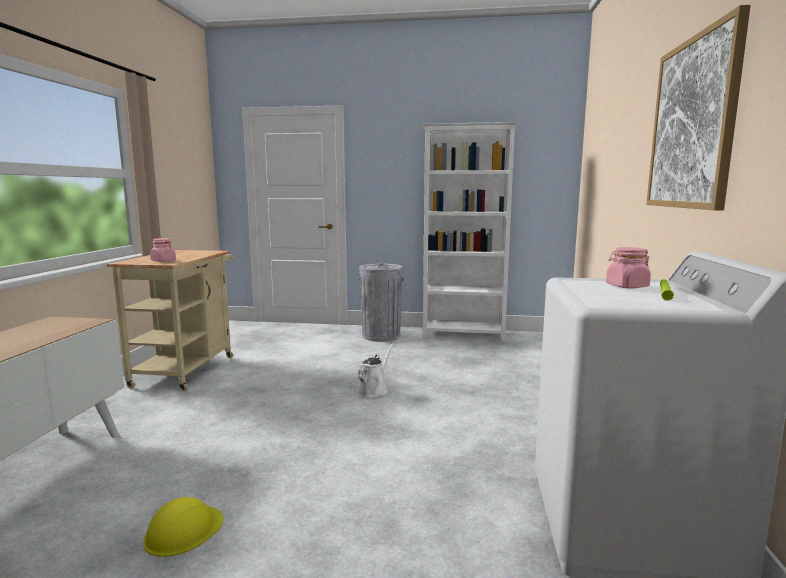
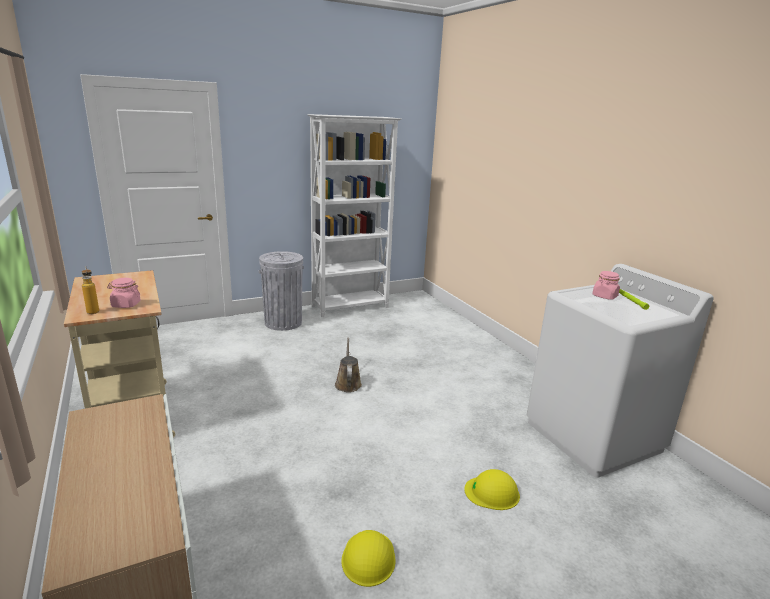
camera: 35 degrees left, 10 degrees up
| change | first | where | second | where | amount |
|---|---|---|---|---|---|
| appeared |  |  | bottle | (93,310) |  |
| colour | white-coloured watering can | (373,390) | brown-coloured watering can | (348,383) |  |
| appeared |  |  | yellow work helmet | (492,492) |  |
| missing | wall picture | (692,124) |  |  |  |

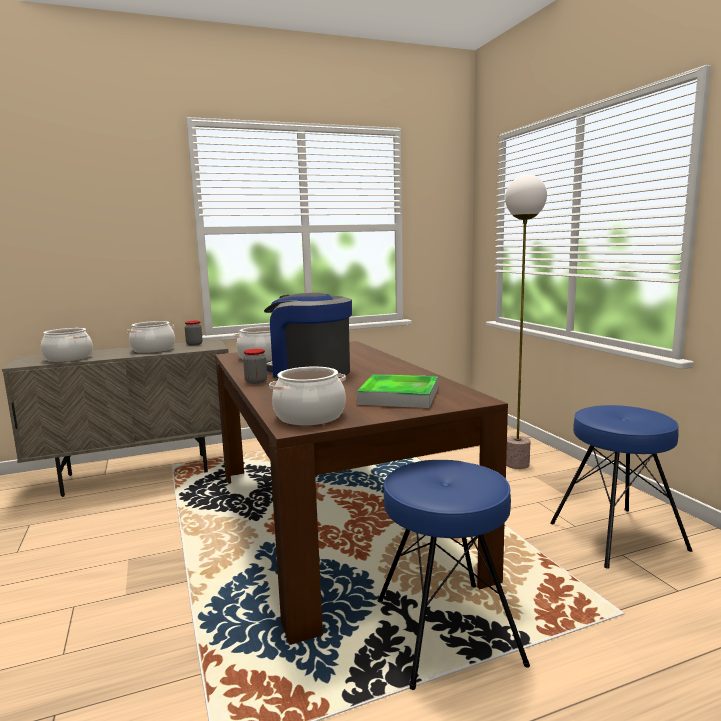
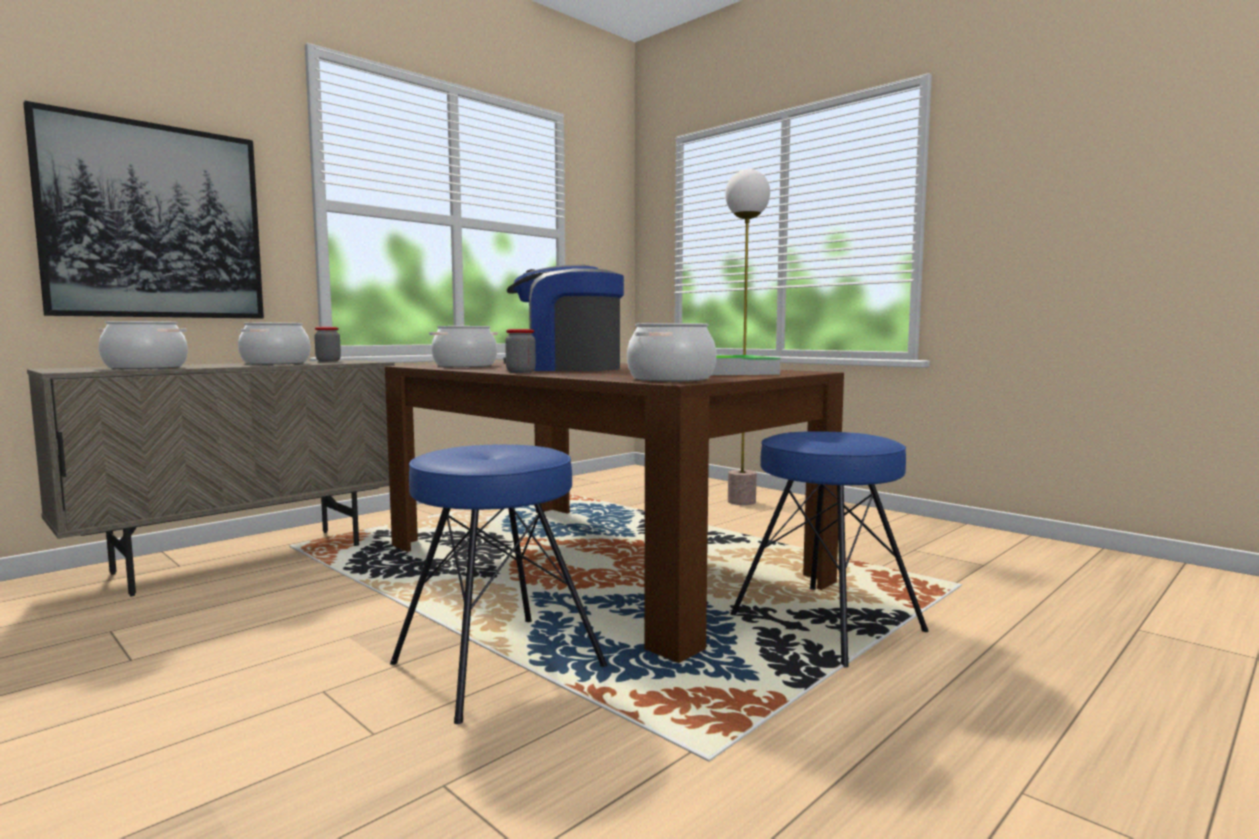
camera: 25 degrees left, 5 degrees down
| change | first | where | second | where | amount |
|---|---|---|---|---|---|
| appeared |  |  | wall picture | (154,222) |  |
| relocated | bluish sitting stool | (616,535) |  | (497,665) |  |

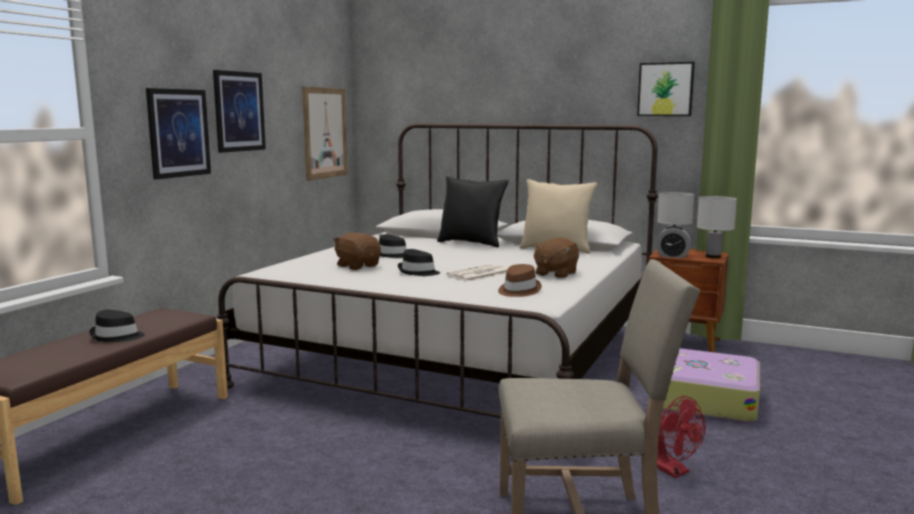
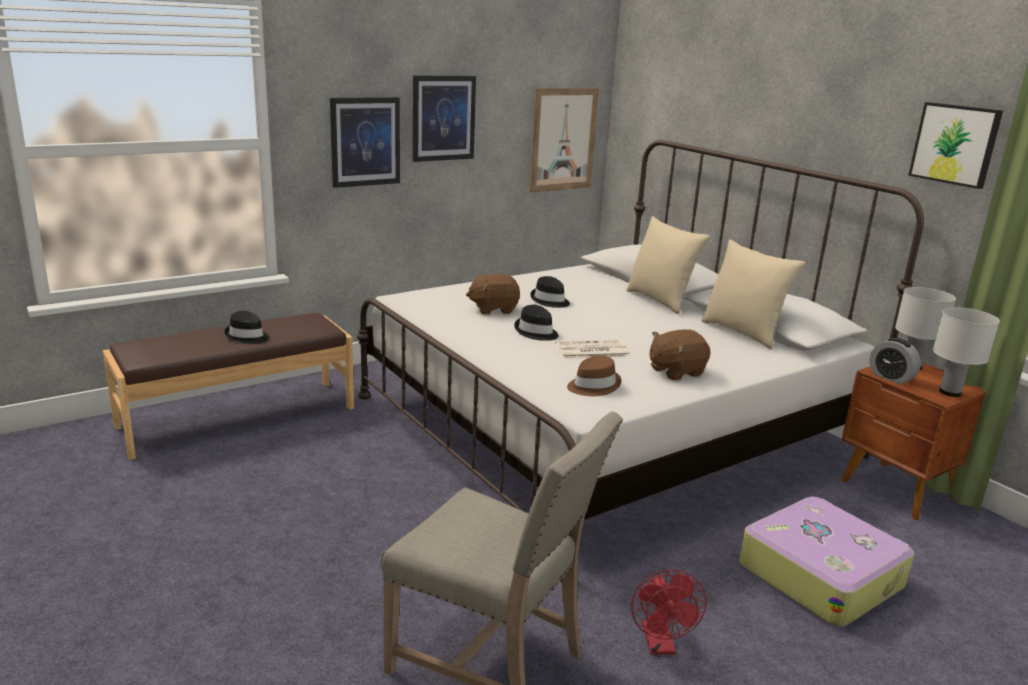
camera: 30 degrees right, 10 degrees up
| change | first | where | second | where | amount |
|---|---|---|---|---|---|
| spun | brown-coloured soft toy | (358,266) |  | (493,309) | 90 degrees counterclockwise |
| colour | black-coloured throw pillow | (471,243) | beige throw pillow | (660,301) |  |

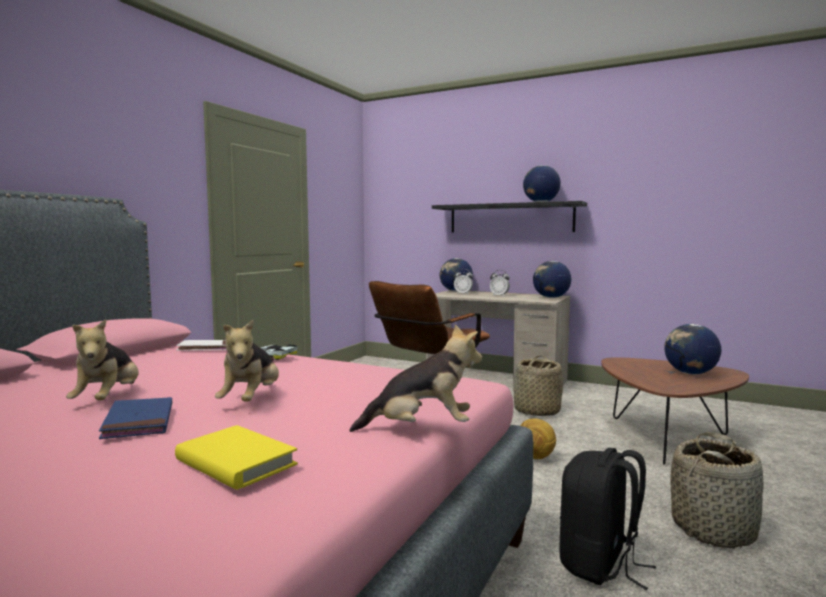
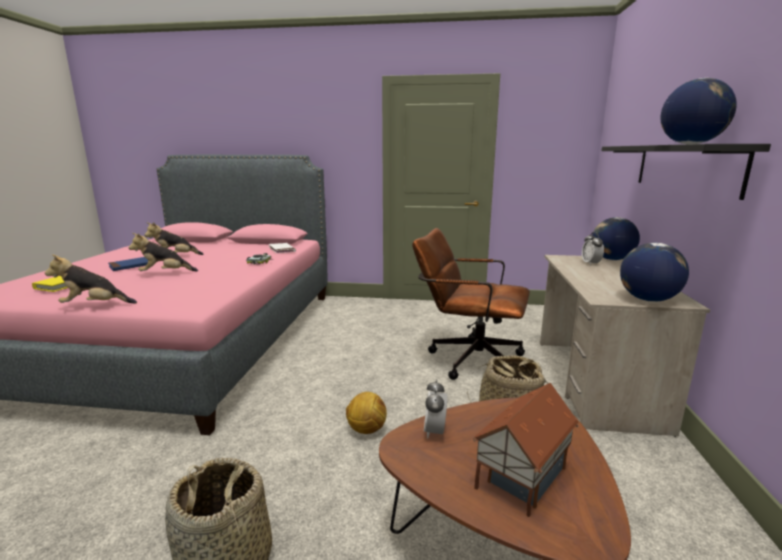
camera: 70 degrees right, 10 degrees up
| change | first | where | second | where | amount |
|---|---|---|---|---|---|
| spun | soft toy | (421,429) |  | (94,305) | 105 degrees clockwise |
| relocated | table clock | (499,296) |  | (434,431) |  |
| exchanged | globe | (690,373) | toy house | (520,477) |  |
| missing | black-coloured backpack | (600,564) |  |  |  |

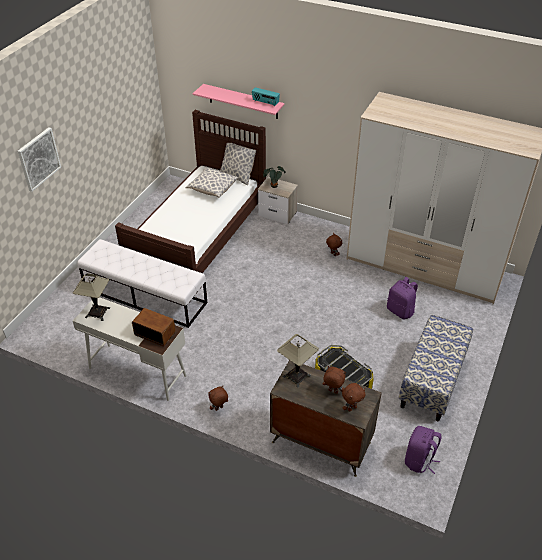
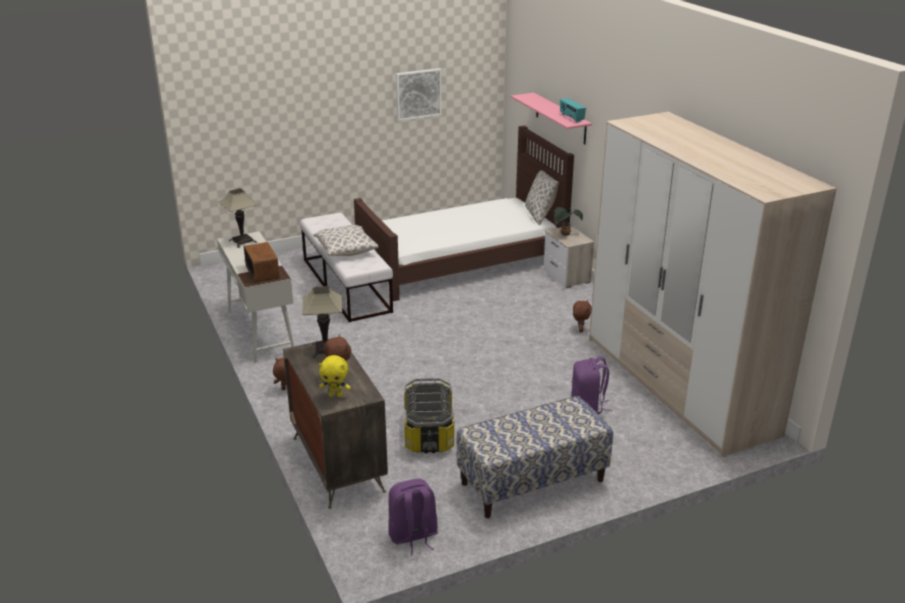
camera: 40 degrees right, 15 degrees down
| change | first | where | second | where | amount |
|---|---|---|---|---|---|
| relocated | throw pillow | (212,189) |  | (346,250) |  |
| colour | brown-coloured soft toy | (351,408) | yellow soft toy | (335,395) |  |
| relocated | wall picture | (38,159) |  | (418,94) |  |

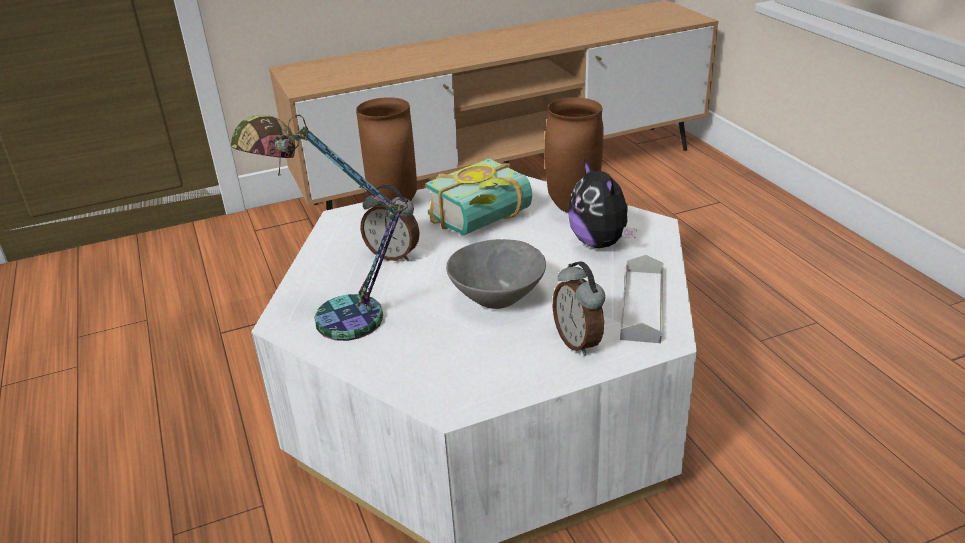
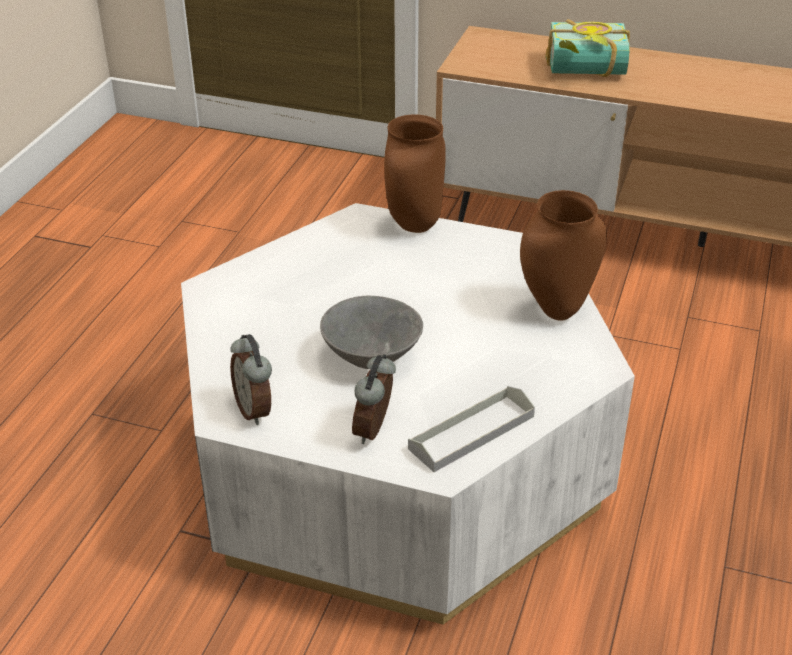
camera: 40 degrees right, 5 degrees up
| change | first | where | second | where | amount |
|---|---|---|---|---|---|
| relocated | table clock | (393,255) |  | (255,410) |  |
| relocated | bound book | (486,221) |  | (586,72) |  |
| missing | tabletop lamp | (334,313) |  |  |  |
| missing | soft toy | (600,242) |  |  |  |

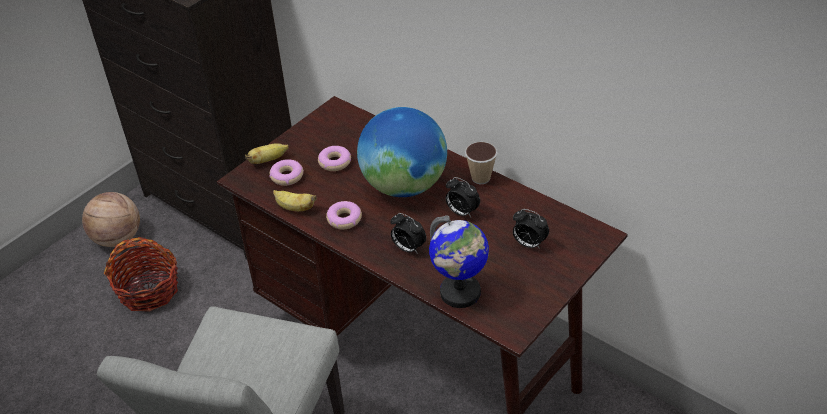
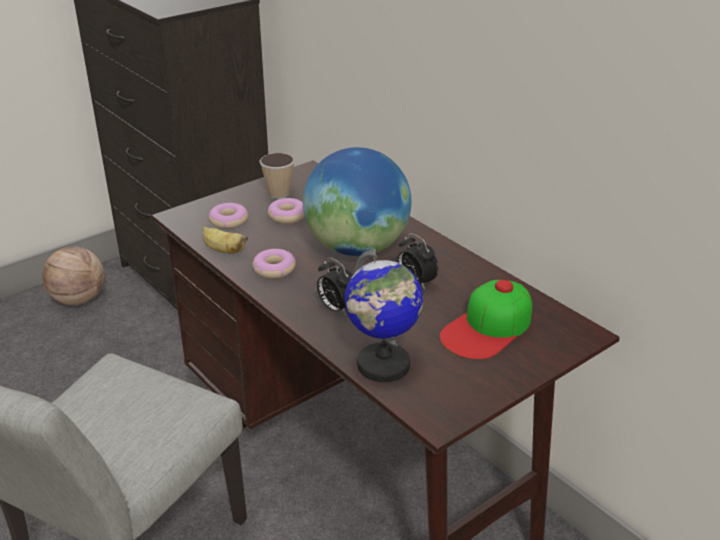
camera: 10 degrees right, 10 degrees down
| change | first | where | second | where | amount |
|---|---|---|---|---|---|
| relocated | drinking cup | (481,178) |  | (279,194) |  |
| exchanged | table clock | (528,244) | baseball cap | (487,327) |  |
| missing | household basket | (149,290) |  |  |  |
| missing | banana | (268,160) |  |  |  |

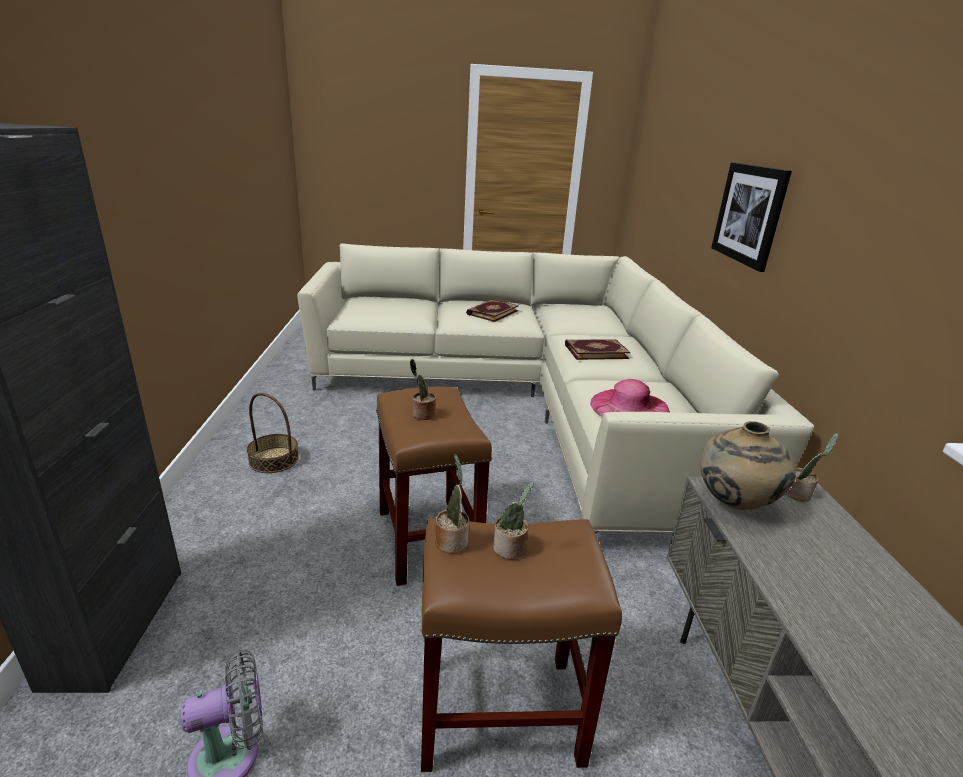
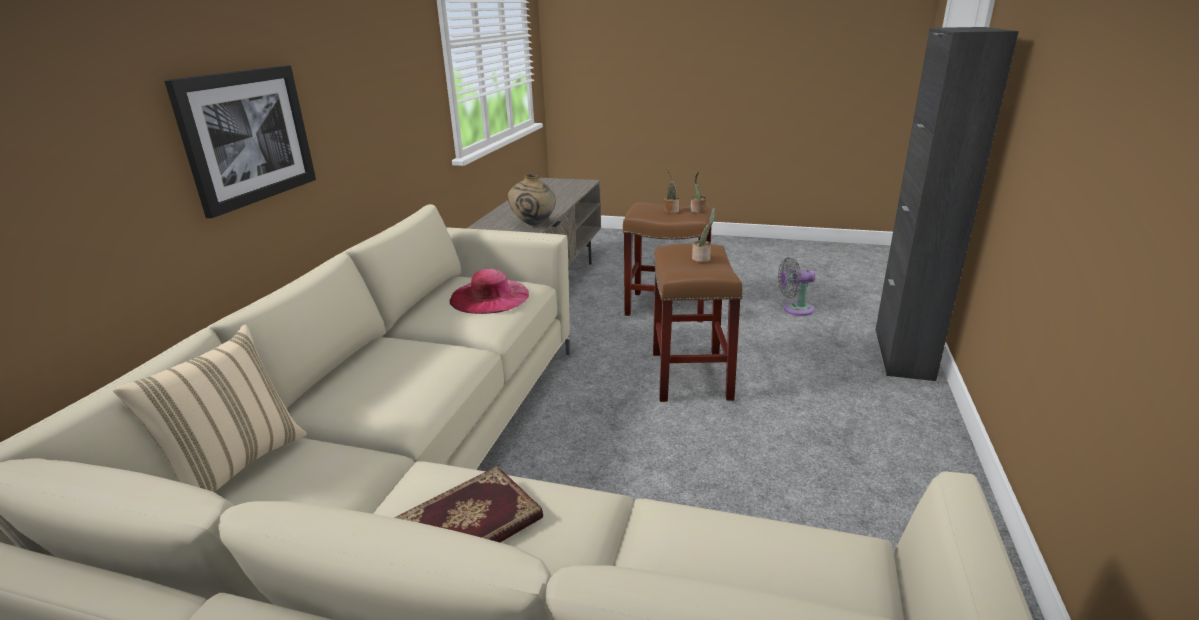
camera: 160 degrees left, 0 degrees up
| change | first | where | second | where | amount |
|---|---|---|---|---|---|
| appeared |  |  | beige throw pillow | (236,465) |  |
| missing | household basket | (274,460) |  |  |  |
| missing | bound book | (595,351) |  |  |  |
| missing | plant in a pot | (799,494) |  |  |  |

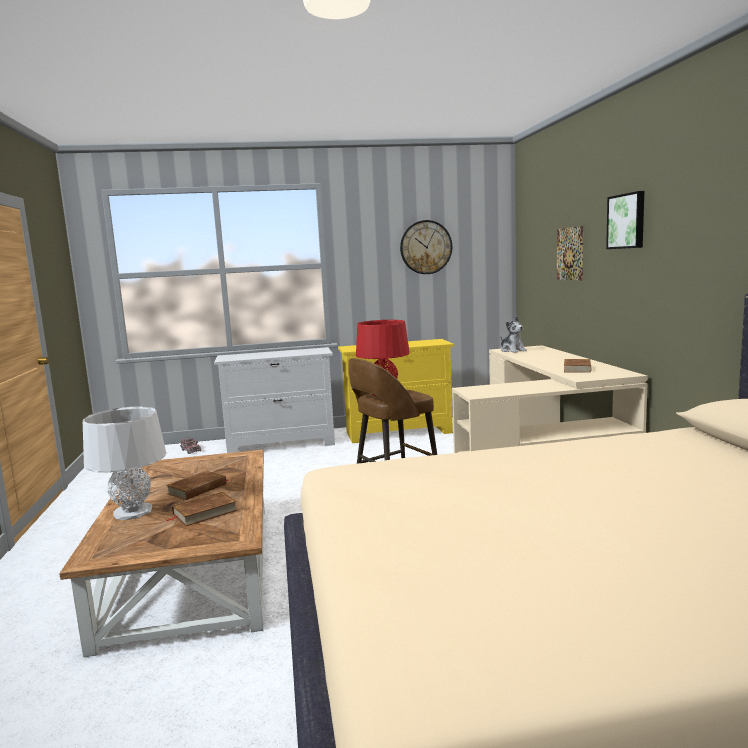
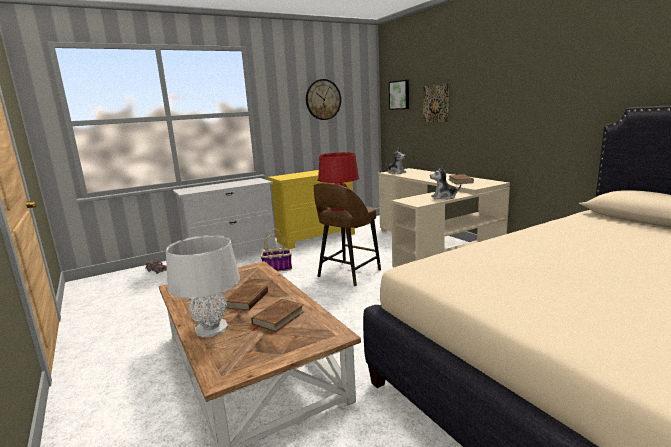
camera: 20 degrees left, 5 degrees up
| change | first | where | second | where | amount |
|---|---|---|---|---|---|
| appeared |  |  | household basket | (278,268) |  |
| relocated | wall picture | (627,221) |  | (400,95) |  |
| appeared |  |  | soft toy | (444,197) |  |

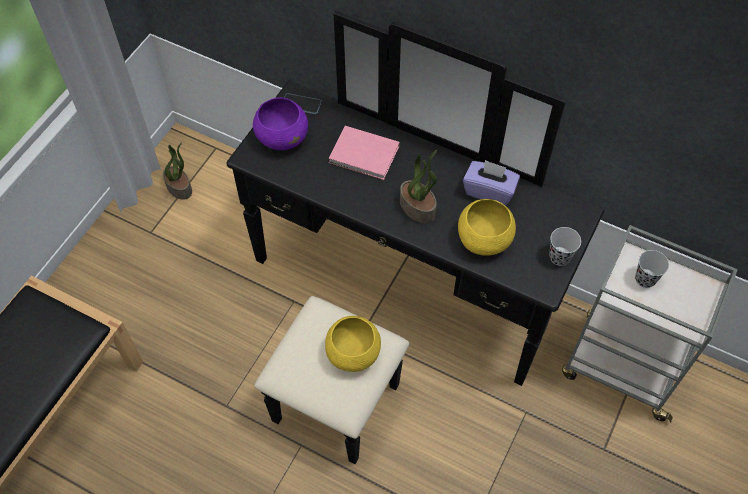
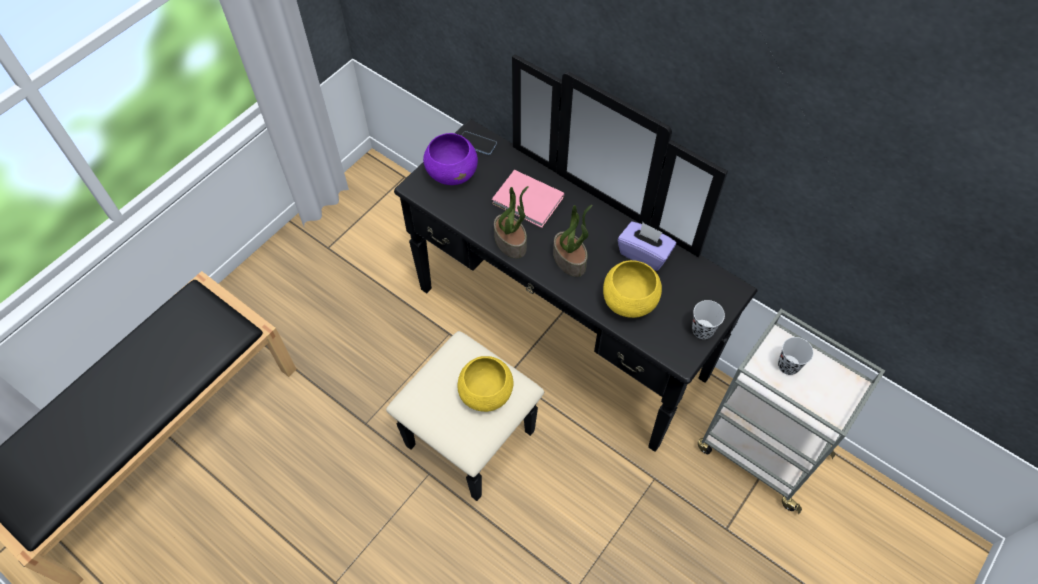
camera: 10 degrees right, 0 degrees up
| change | first | where | second | where | amount |
|---|---|---|---|---|---|
| relocated | plant in a pot | (179,187) |  | (511,242) |  |

